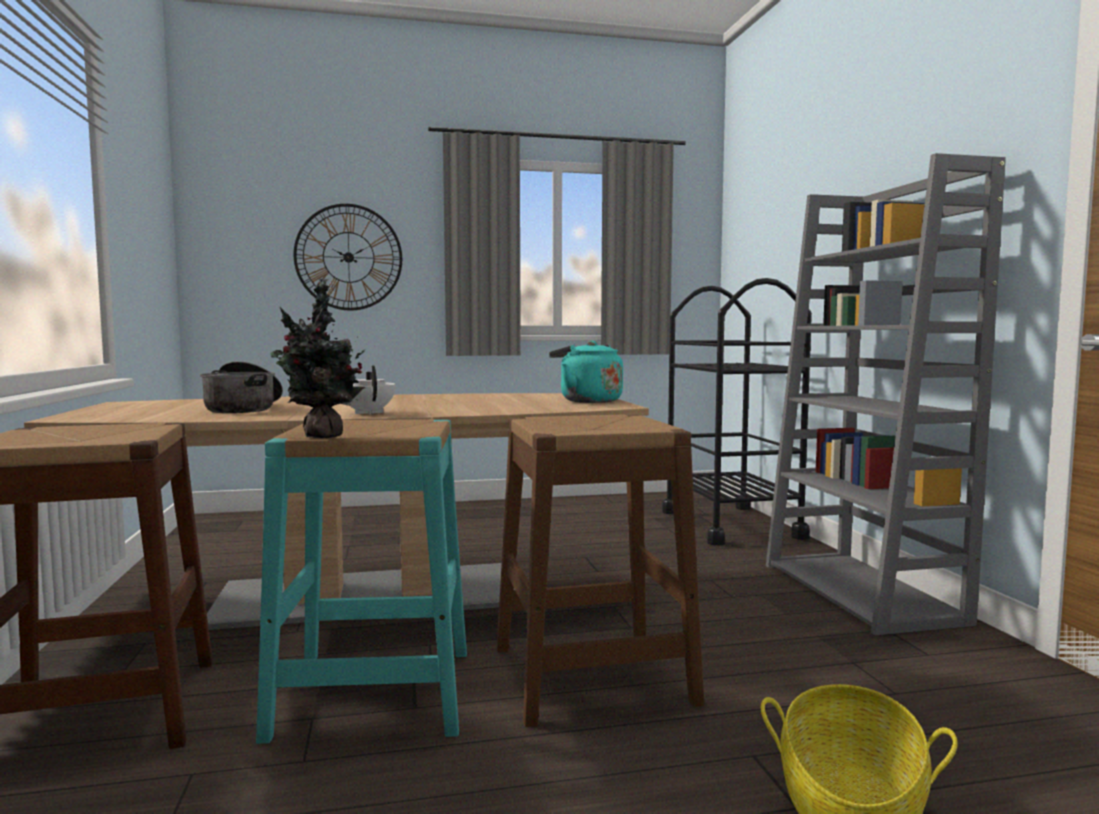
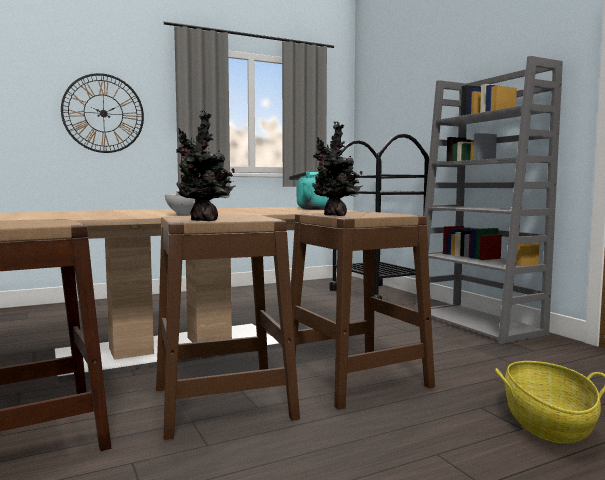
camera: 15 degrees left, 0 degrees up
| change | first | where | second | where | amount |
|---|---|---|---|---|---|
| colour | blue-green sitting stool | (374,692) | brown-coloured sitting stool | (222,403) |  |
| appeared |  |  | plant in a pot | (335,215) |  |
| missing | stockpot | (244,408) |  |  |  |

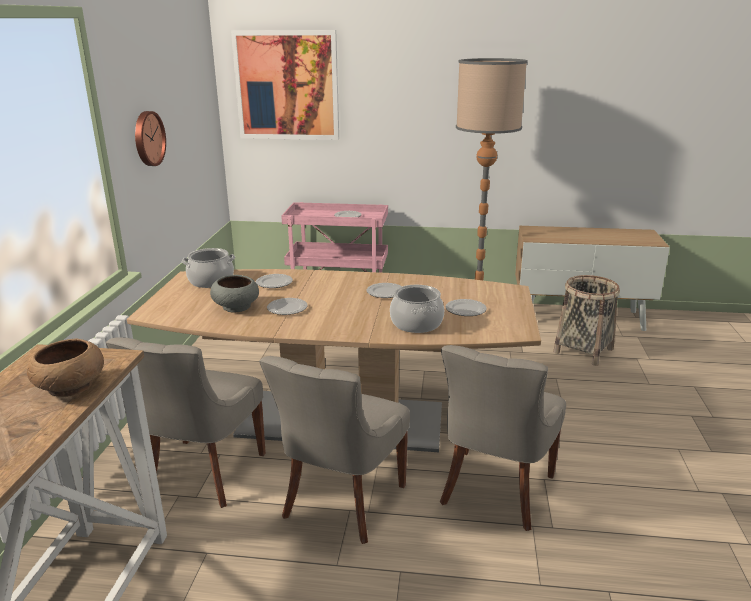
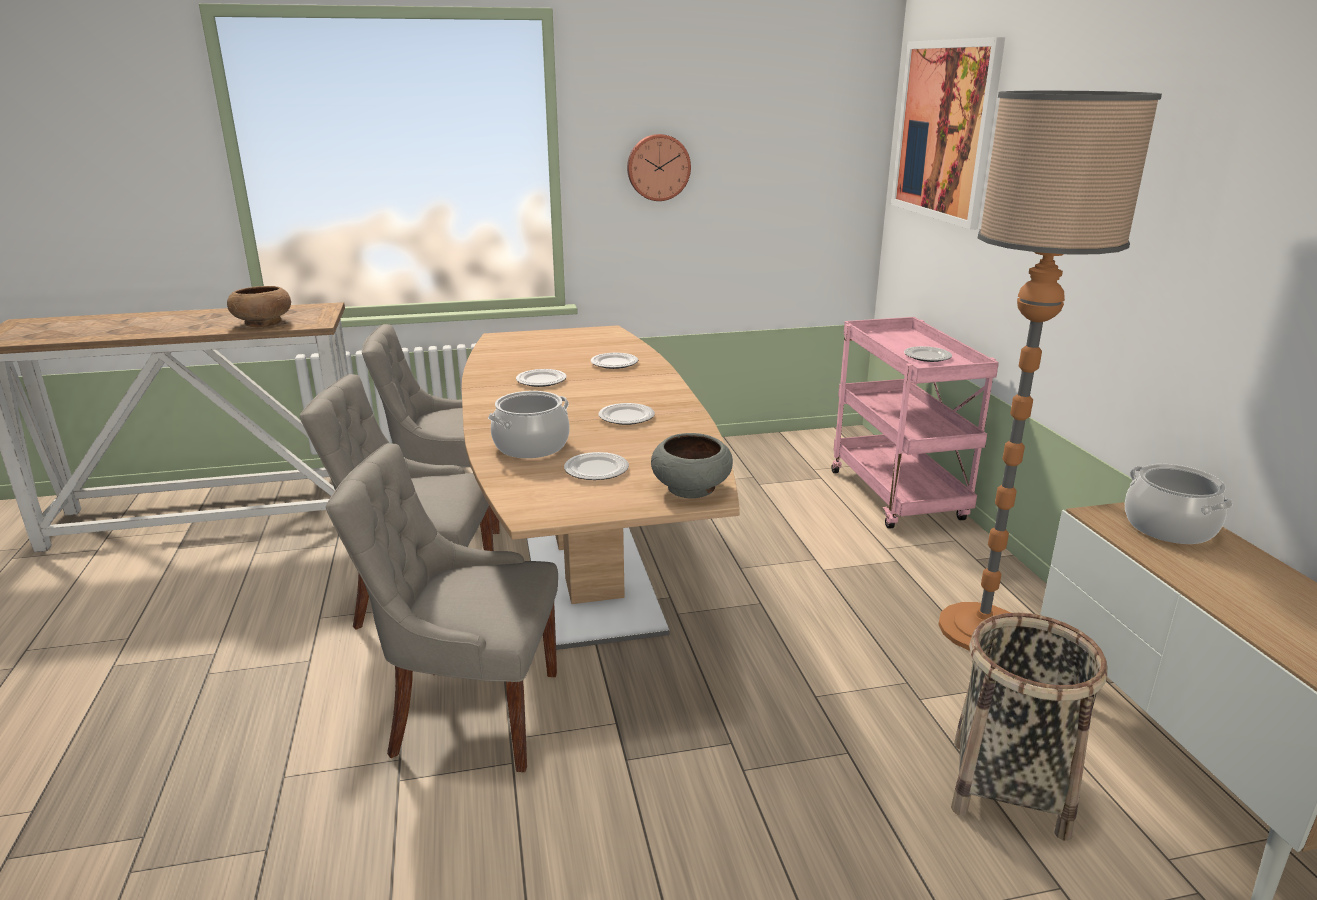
camera: 70 degrees right, 0 degrees up
| change | first | where | second | where | amount |
|---|---|---|---|---|---|
| relocated | gray serving bowl | (236,307) |  | (692,488) |  |
| relocated | stockpot | (211,281) |  | (1168,527) |  |

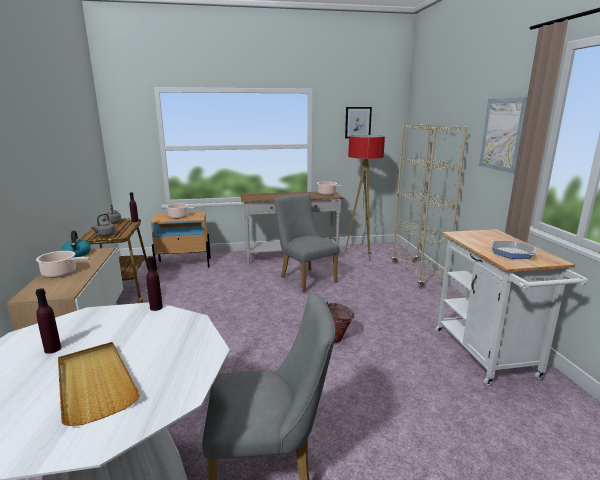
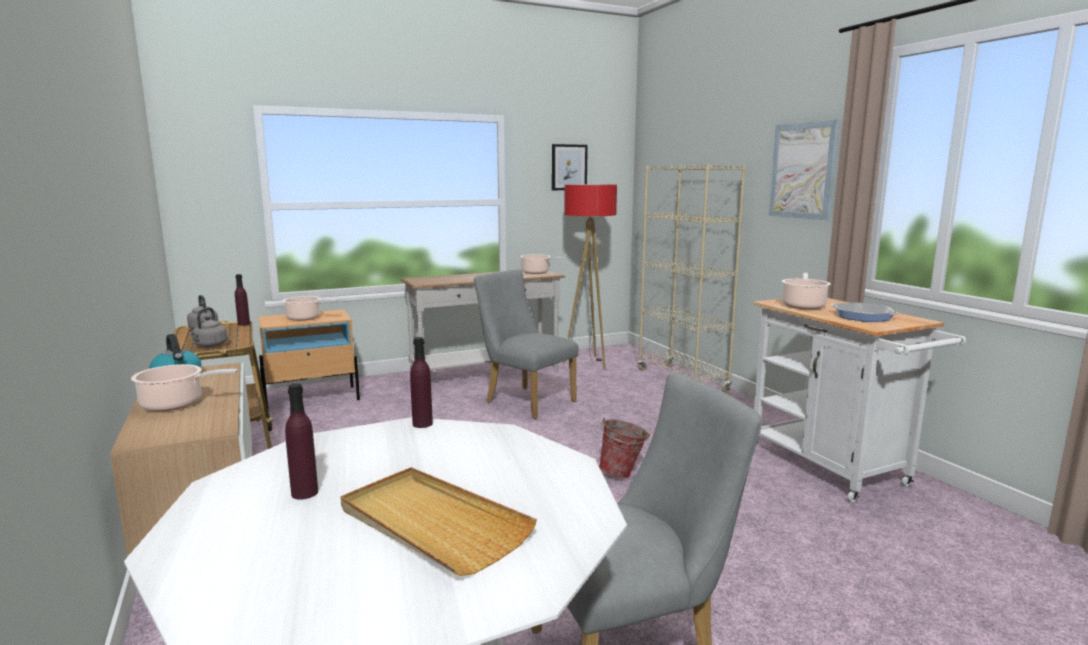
camera: 15 degrees left, 5 degrees down
| change | first | where | second | where | amount |
|---|---|---|---|---|---|
| appeared |  |  | stockpot | (803,305) |  |

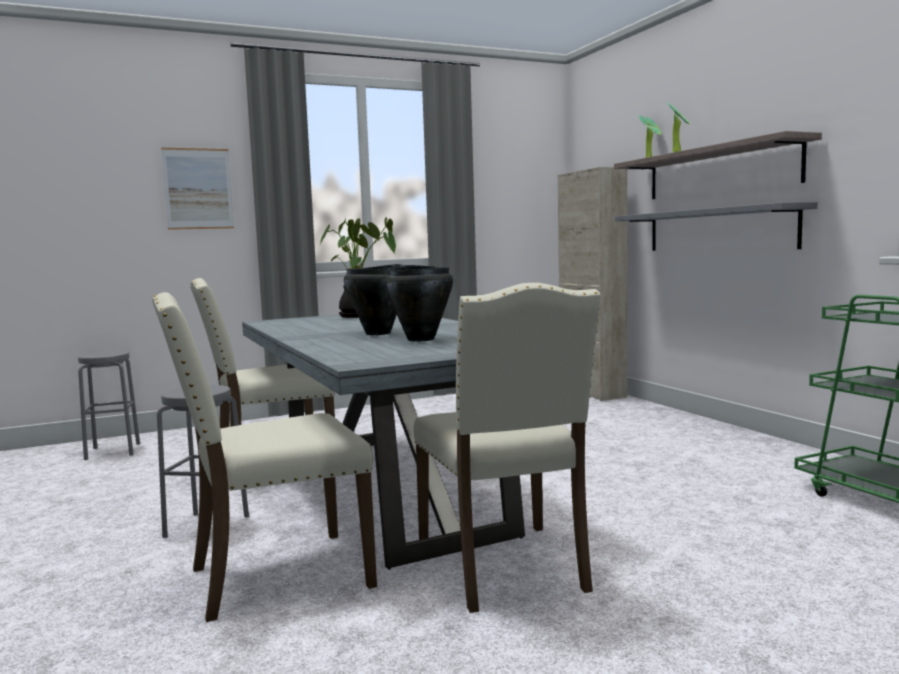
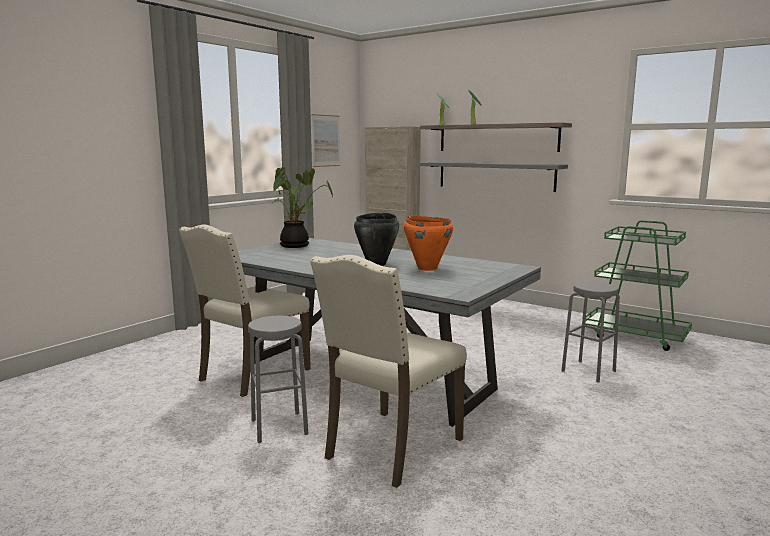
camera: 30 degrees left, 5 degrees up
| change | first | where | second | where | amount |
|---|---|---|---|---|---|
| relocated | wall picture | (198,189) |  | (326,140) |  |
| colour | black-coloured stockpot | (421,339) | orange stockpot | (427,268) |  |
| relocated | gray sitting stool | (113,451) |  | (588,371) |  |
| missing | beige chair | (505,567) |  |  |  |

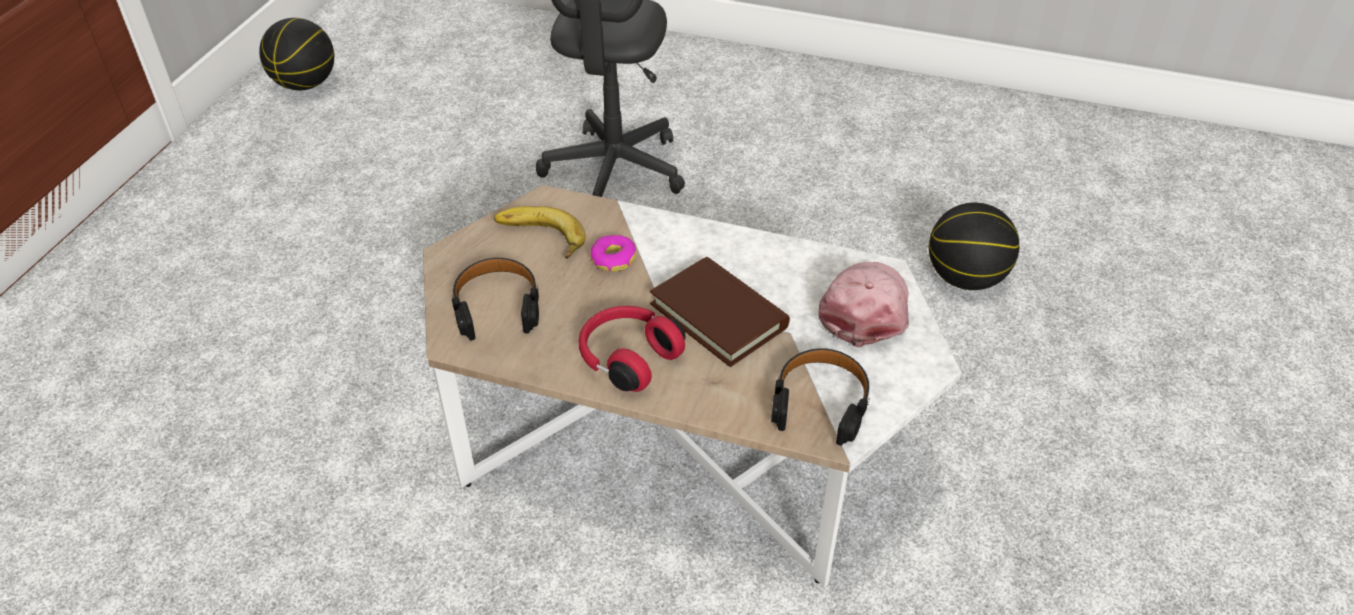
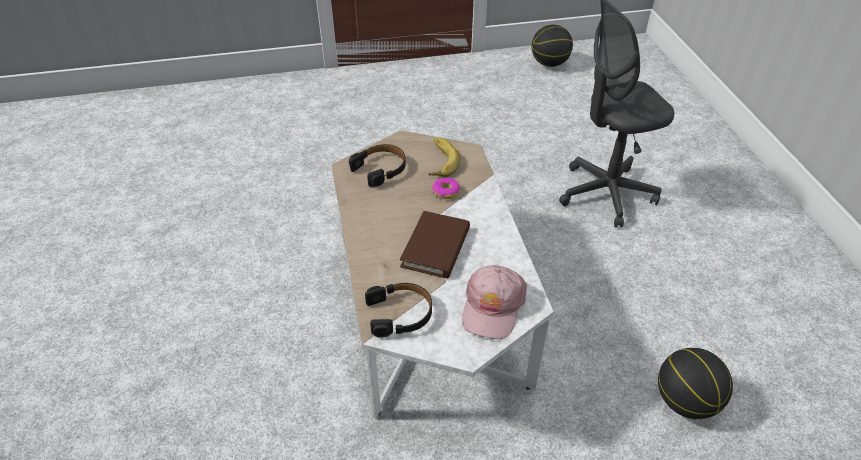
camera: 60 degrees right, 0 degrees up
| change | first | where | second | where | amount |
|---|---|---|---|---|---|
| spun | pink-coloured baseball cap | (865,308) |  | (492,307) | 120 degrees clockwise |
| missing | red-coloured headphones | (627,358) |  |  |  |

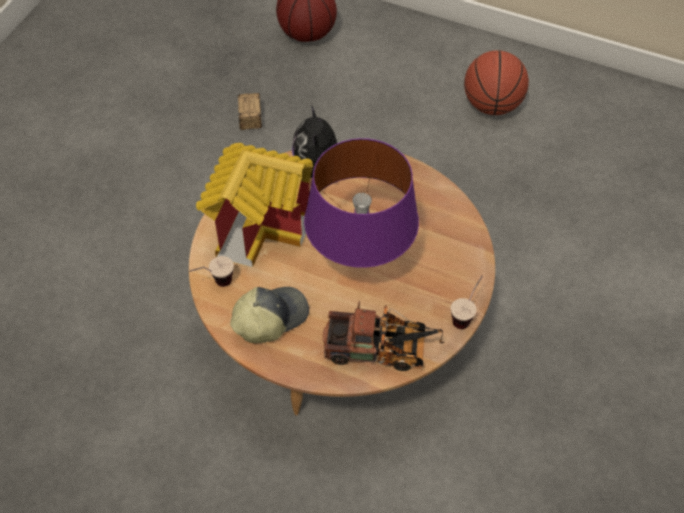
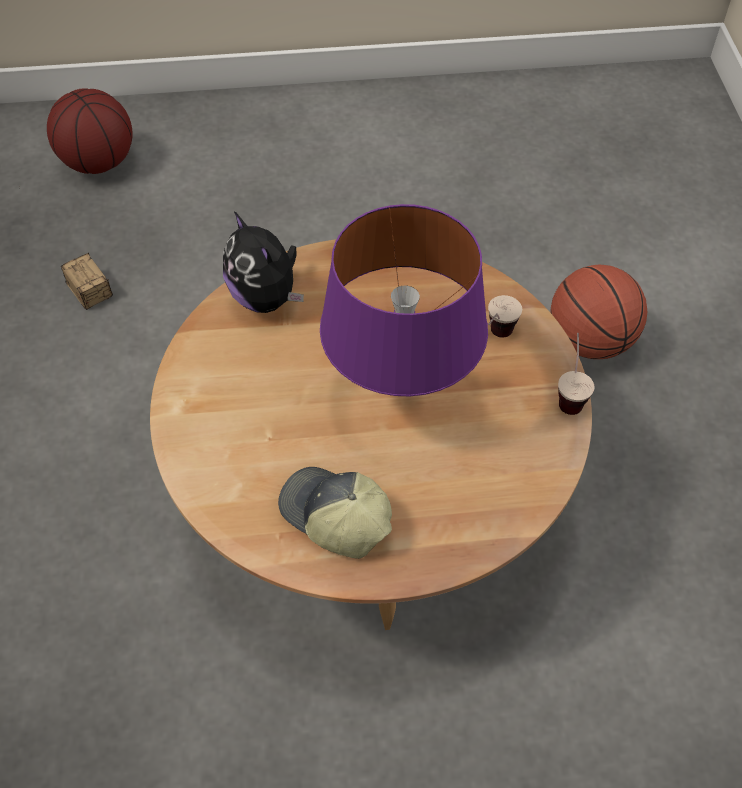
camera: 30 degrees left, 0 degrees up
| change | first | where | second | where | amount |
|---|---|---|---|---|---|
| spun | baseball cap | (269,318) |  | (334,517) | 75 degrees counterclockwise |
| relocated | drinking cup | (214,284) |  | (496,339) |  |
| relocated | ball for basketball | (492,105) |  | (590,341) |  |
| missing | toy house | (262,227) |  |  |  |
| missing | model truck | (382,350) |  |  |  |

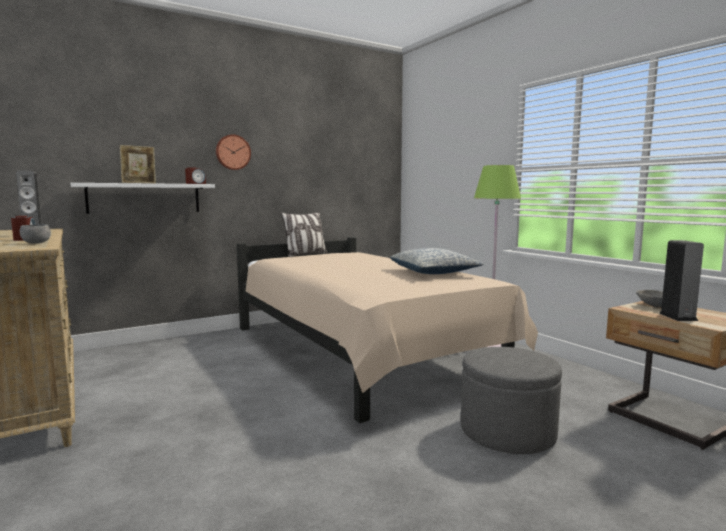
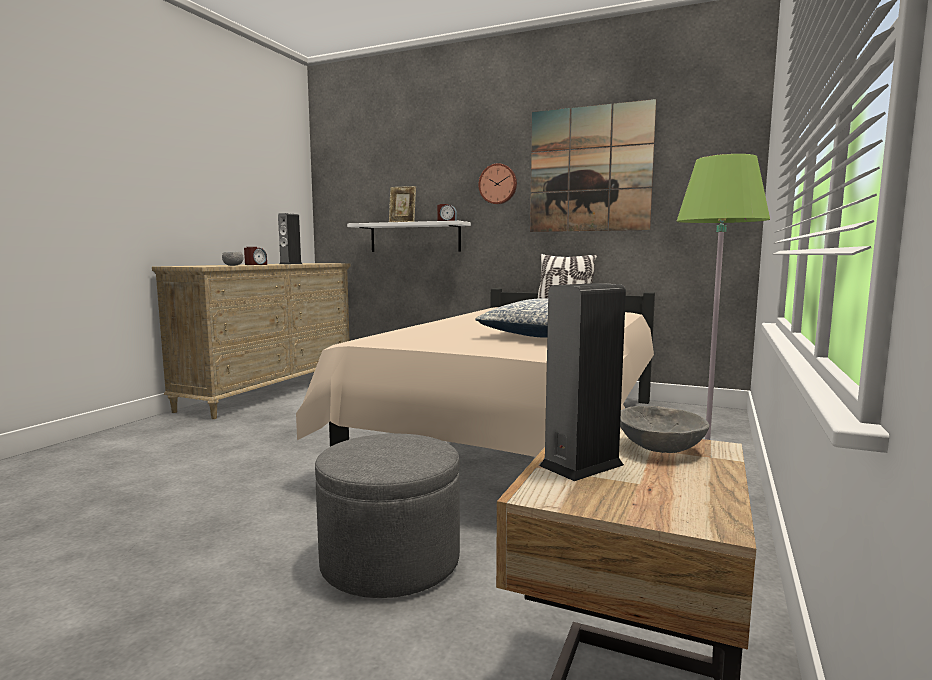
camera: 55 degrees right, 0 degrees up
| change | first | where | second | where | amount |
|---|---|---|---|---|---|
| appeared |  |  | wall picture | (589,169) |  |

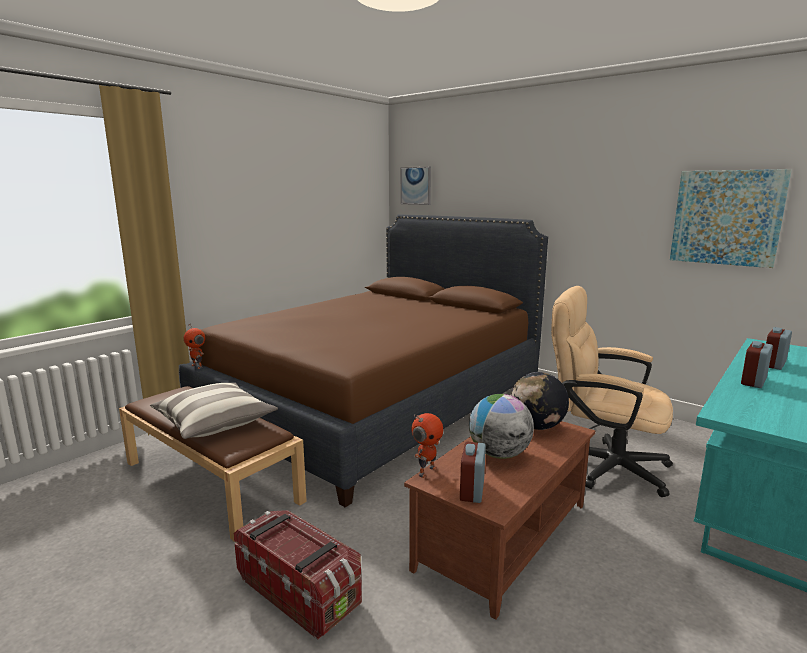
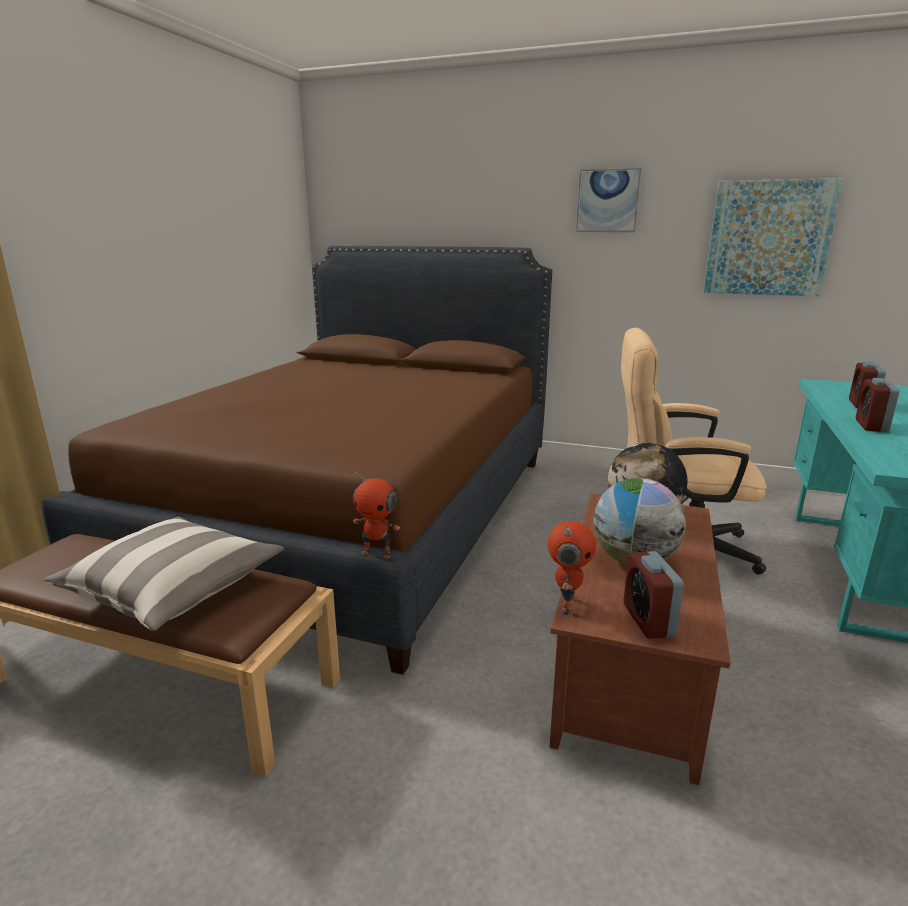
camera: 20 degrees left, 5 degrees up
| change | first | where | second | where | amount |
|---|---|---|---|---|---|
| relocated | robot figure | (197,366) |  | (377,553) |  |
| relocated | wall picture | (416,185) |  | (608,201) |  |
| missing | storage container | (299,590) |  |  |  |

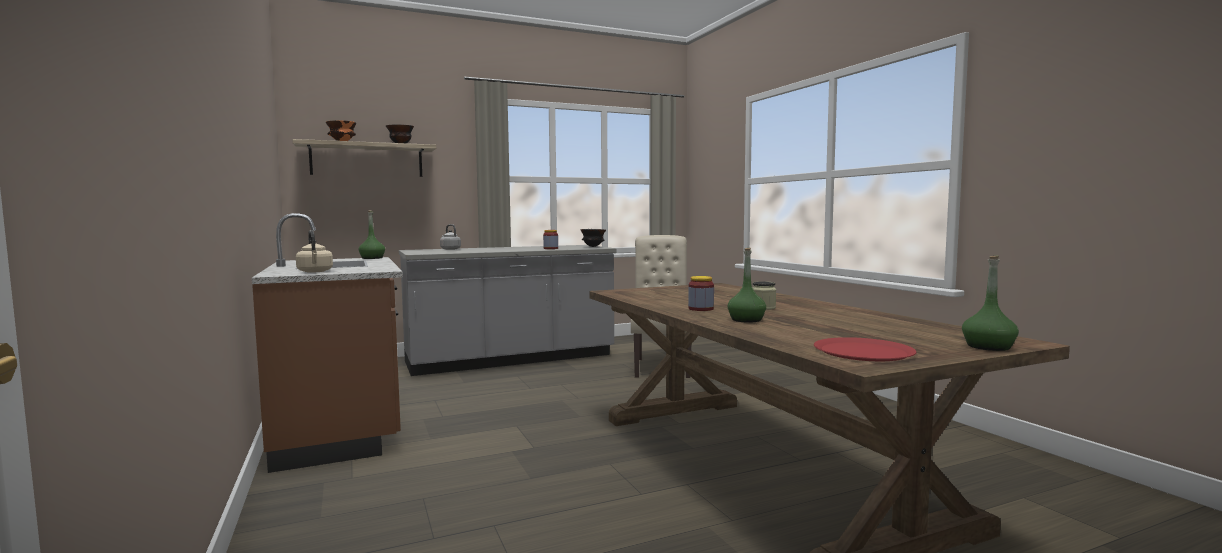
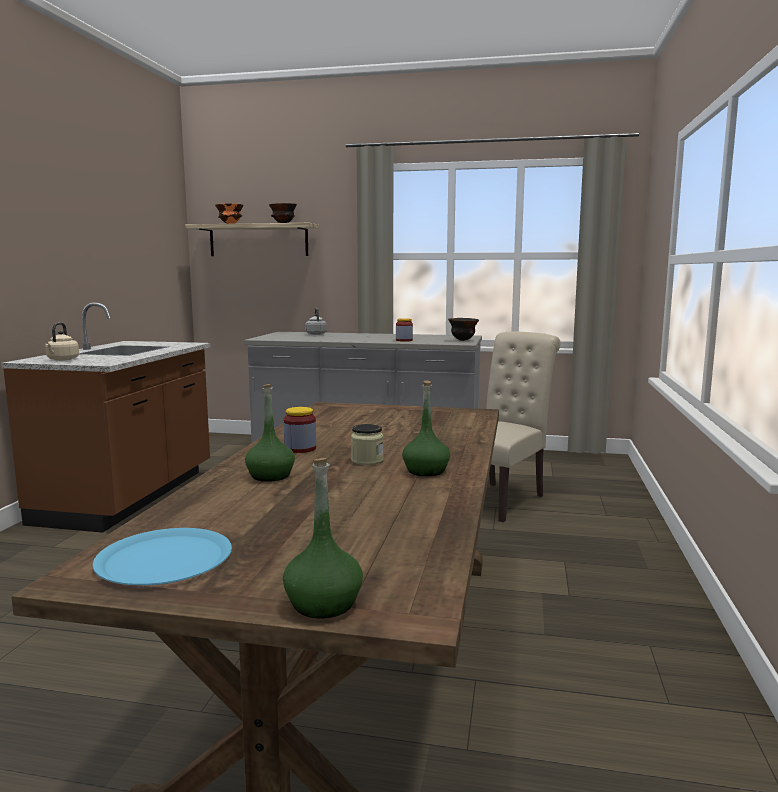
camera: 35 degrees right, 5 degrees up
| change | first | where | second | where | amount |
|---|---|---|---|---|---|
| colour | red-coloured plate | (863,351) | bluish plate | (164,559) |  |
| relocated | green bottle | (372,258) |  | (426,471) |  |

